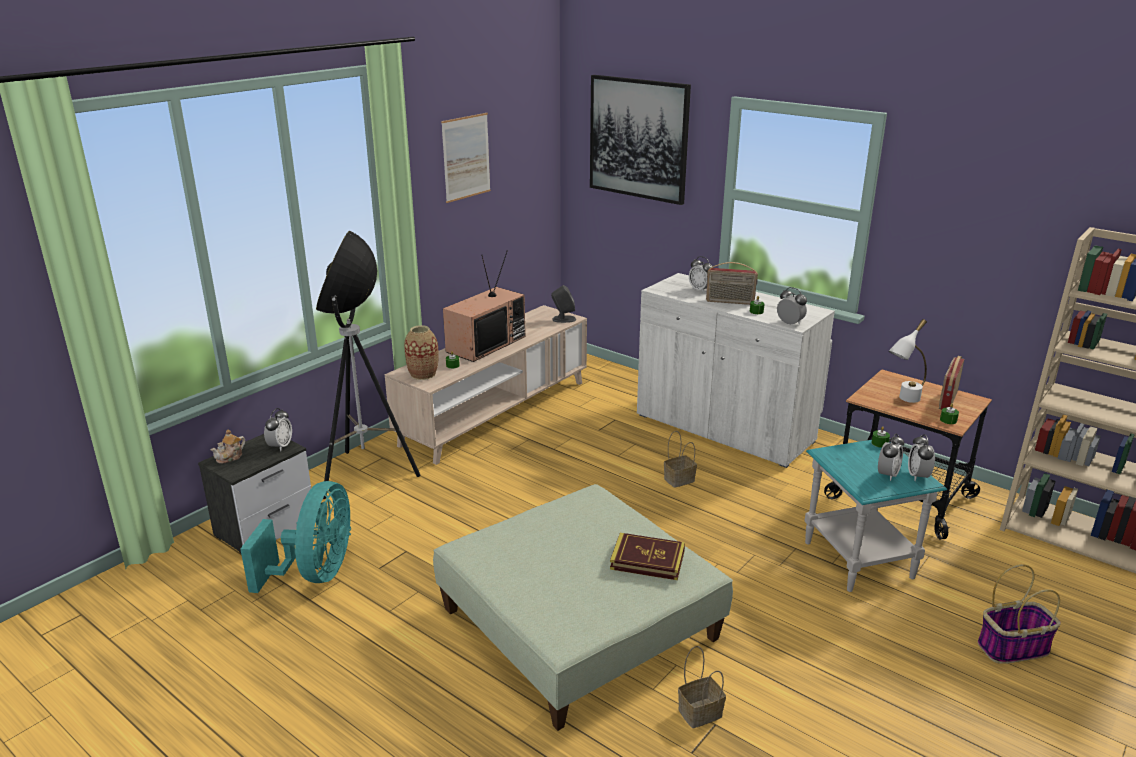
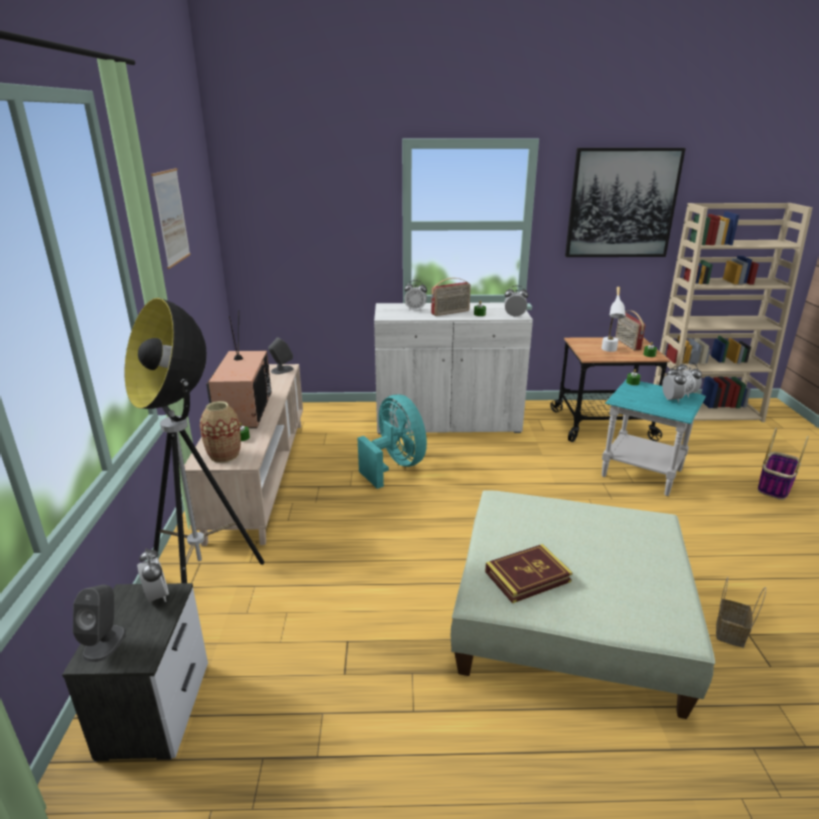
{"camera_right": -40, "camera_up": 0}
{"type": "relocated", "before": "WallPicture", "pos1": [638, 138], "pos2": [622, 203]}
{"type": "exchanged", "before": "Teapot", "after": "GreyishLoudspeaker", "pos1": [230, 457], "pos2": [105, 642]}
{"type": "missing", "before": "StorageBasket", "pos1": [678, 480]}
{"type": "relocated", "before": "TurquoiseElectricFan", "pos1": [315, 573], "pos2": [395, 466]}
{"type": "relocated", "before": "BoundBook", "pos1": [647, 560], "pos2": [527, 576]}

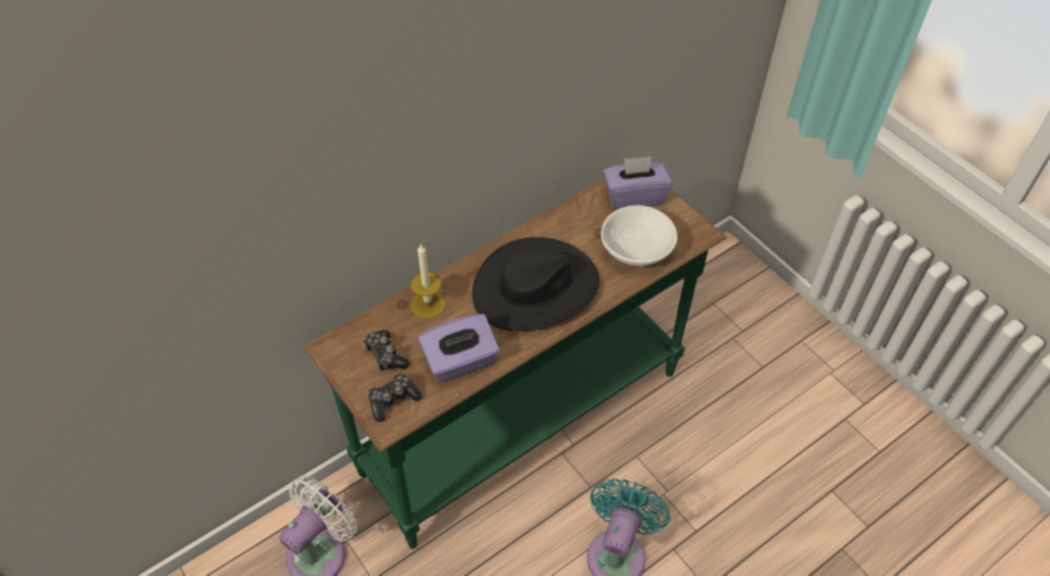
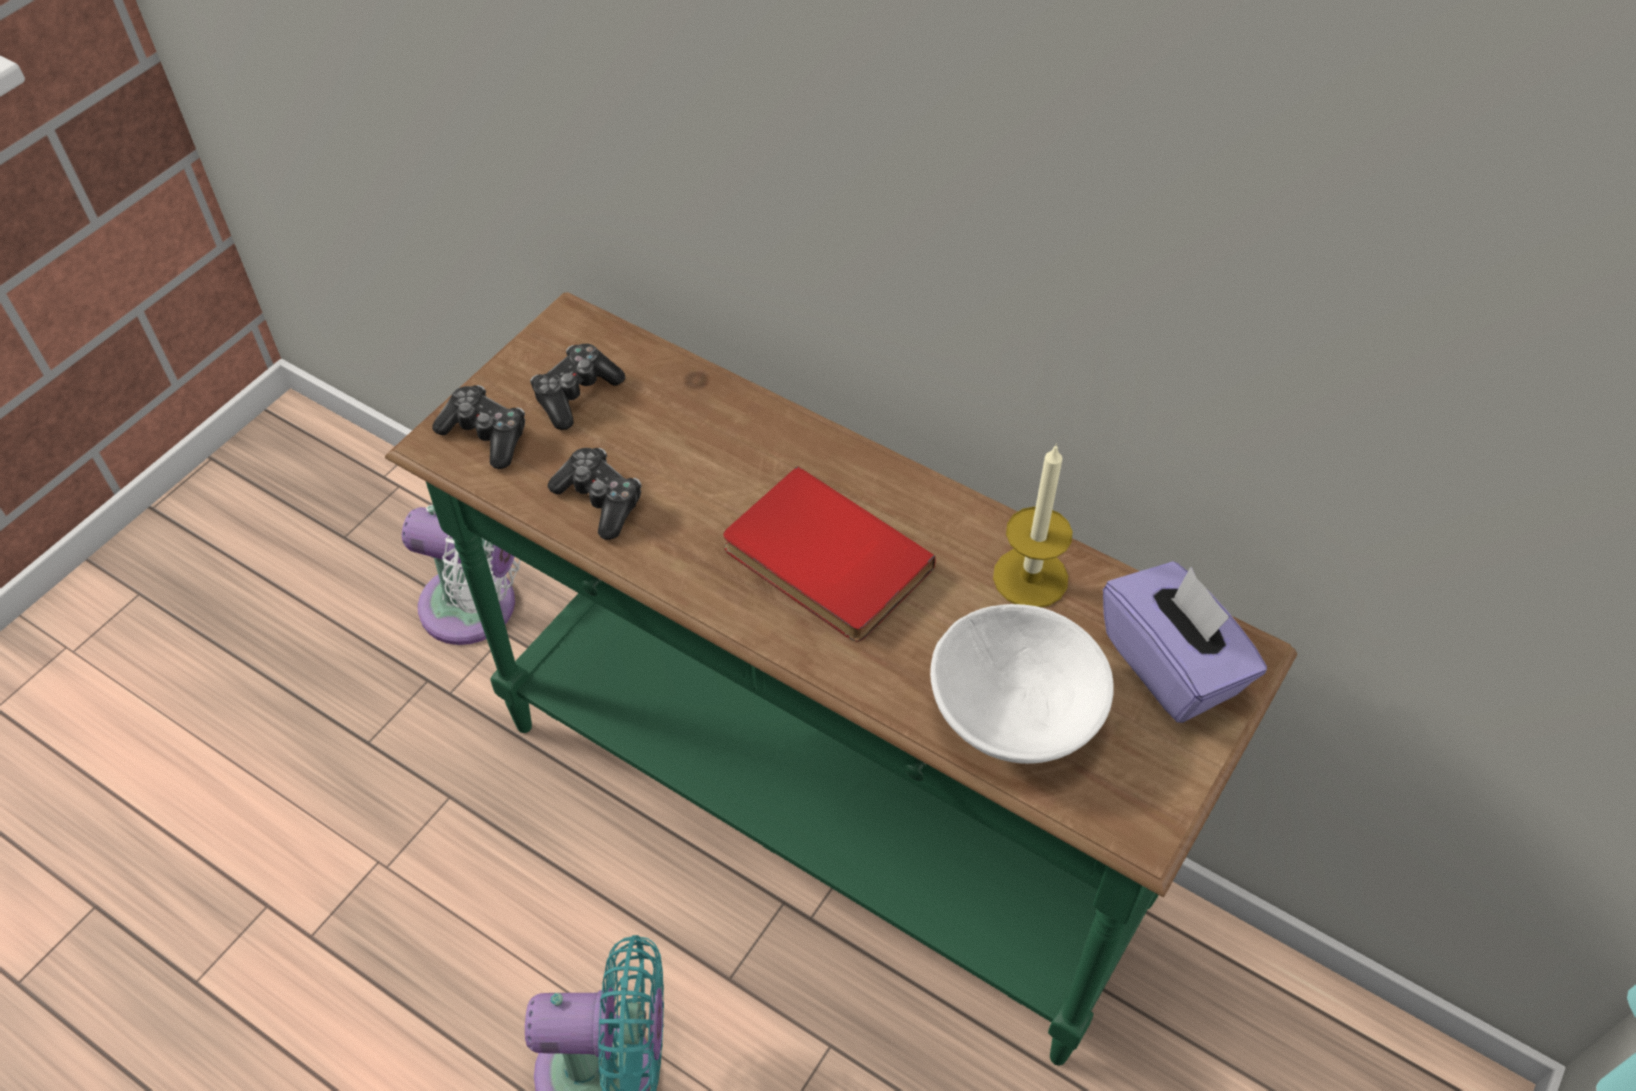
{"camera_right": 70, "camera_up": 0}
{"type": "exchanged", "before": "BlackishHat", "after": "RedBoundBook", "pos1": [536, 288], "pos2": [822, 562]}
{"type": "relocated", "before": "WaxLight", "pos1": [428, 304], "pos2": [1030, 577]}
{"type": "exchanged", "before": "PurplishBoxOfTissues", "after": "GameController", "pos1": [460, 361], "pos2": [600, 500]}

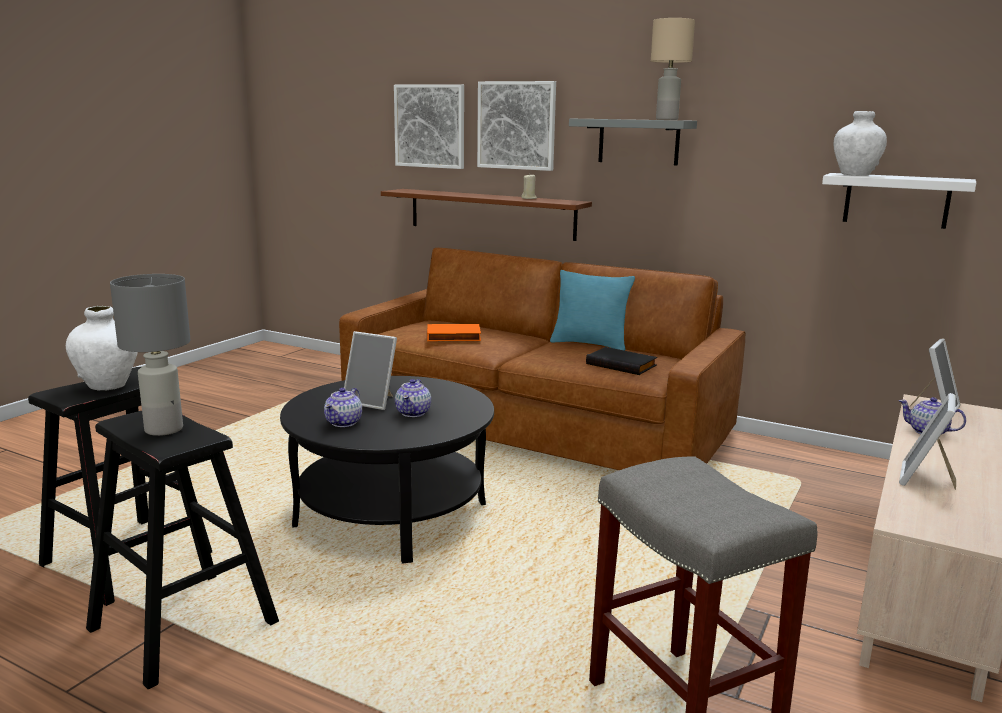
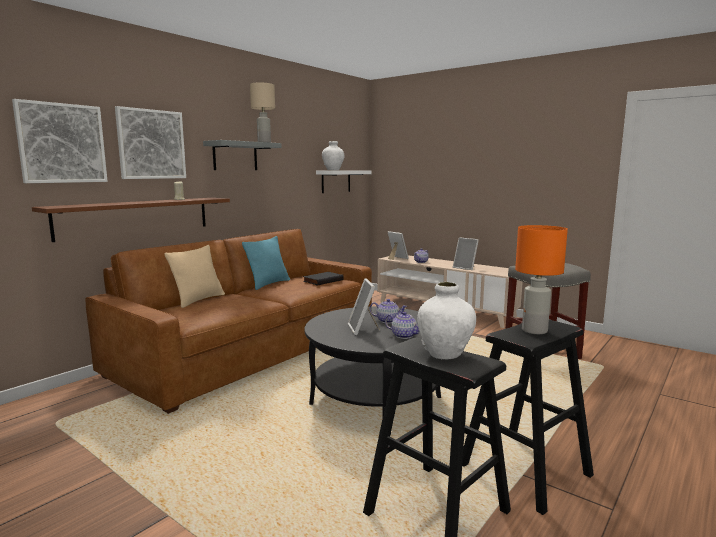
{"camera_right": -80, "camera_up": -5}
{"type": "colour", "before": "GreyishTableLamp", "after": "OrangeColouredTableLamp", "pos1": [163, 429], "pos2": [534, 331]}
{"type": "missing", "before": "OrangeColouredBoundBook", "pos1": [453, 337]}
{"type": "spun", "before": "PhotoFrame", "pos1": [372, 401], "pos2": [363, 329], "turn": 135}
{"type": "appeared", "after": "SandColouredCushion", "pos2": [198, 300]}

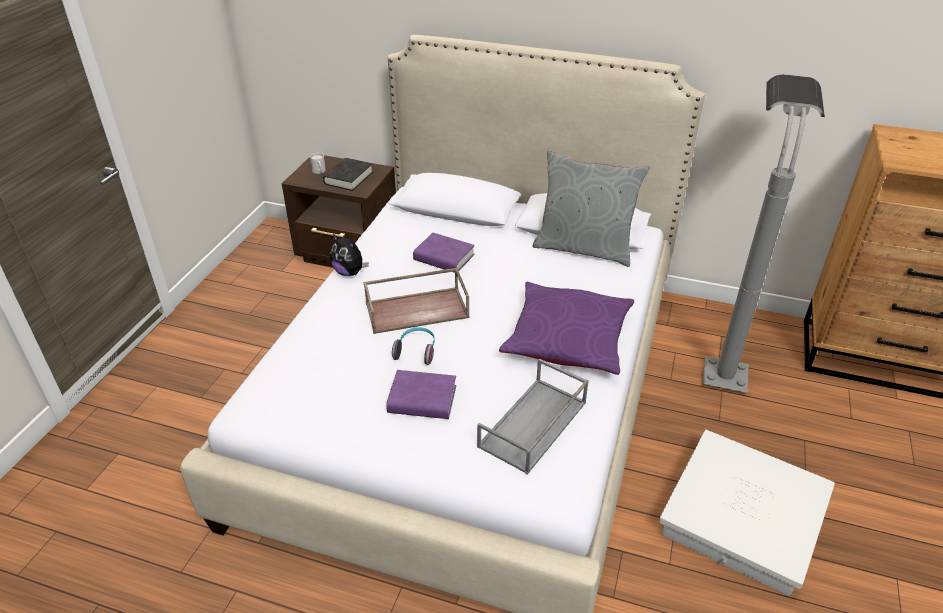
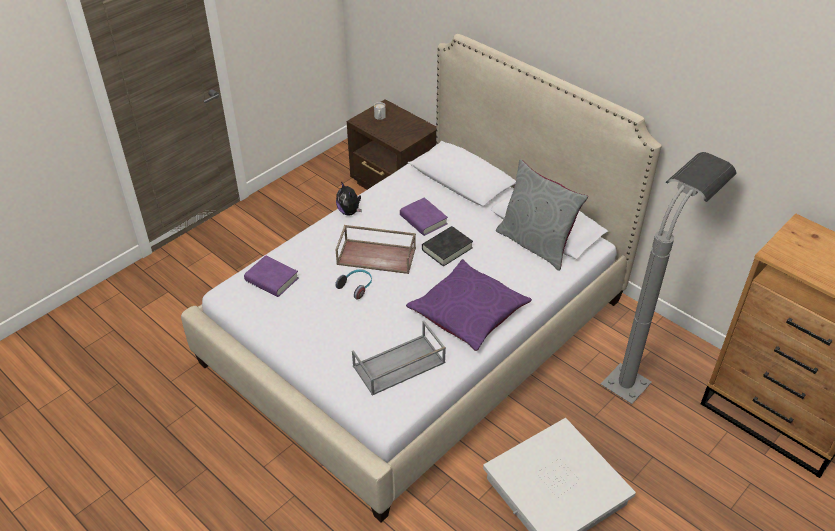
{"camera_right": 25, "camera_up": 5}
{"type": "relocated", "before": "BlackishBoundBook", "pos1": [348, 178], "pos2": [447, 249]}
{"type": "relocated", "before": "PurplishBoundBook", "pos1": [422, 400], "pos2": [271, 280]}

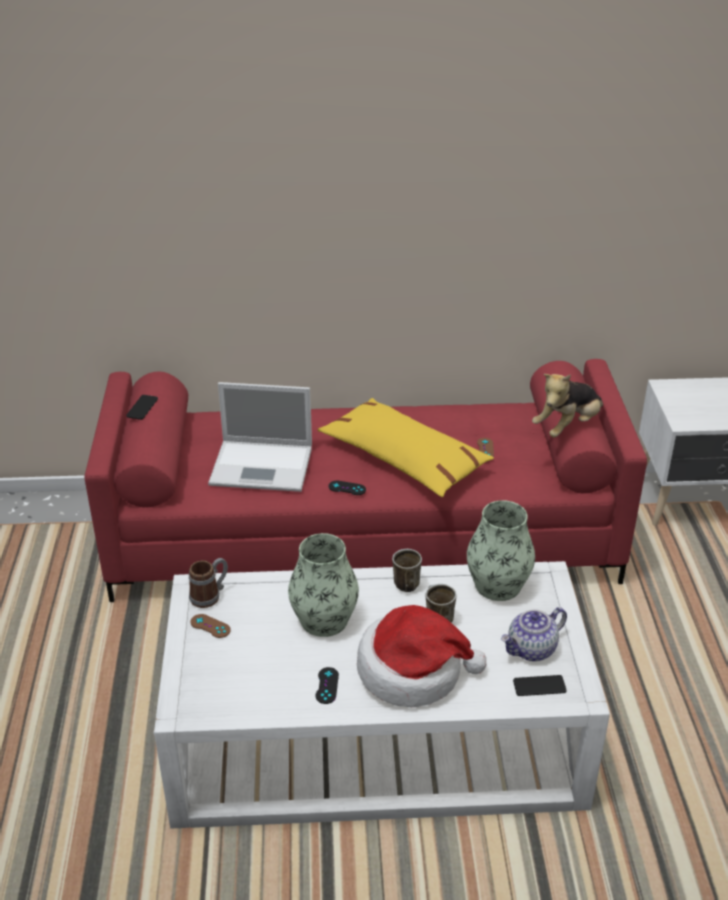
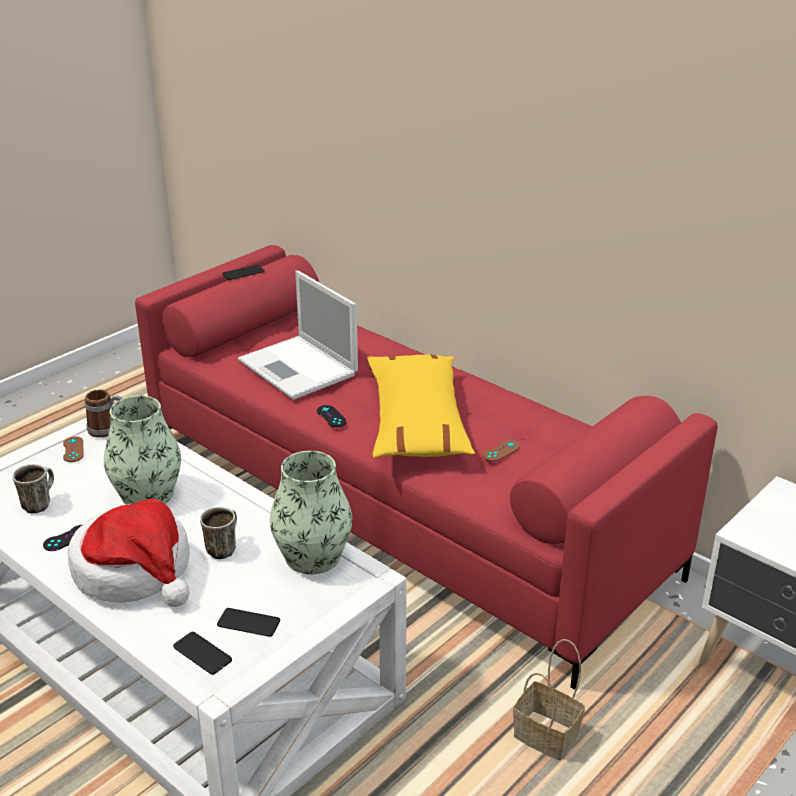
{"camera_right": 45, "camera_up": -5}
{"type": "missing", "before": "PlushToy", "pos1": [567, 426]}
{"type": "relocated", "before": "Mug", "pos1": [403, 582], "pos2": [39, 503]}
{"type": "exchanged", "before": "Teapot", "after": "Handset", "pos1": [531, 649], "pos2": [248, 623]}
{"type": "appeared", "after": "StorageBasket", "pos2": [548, 736]}

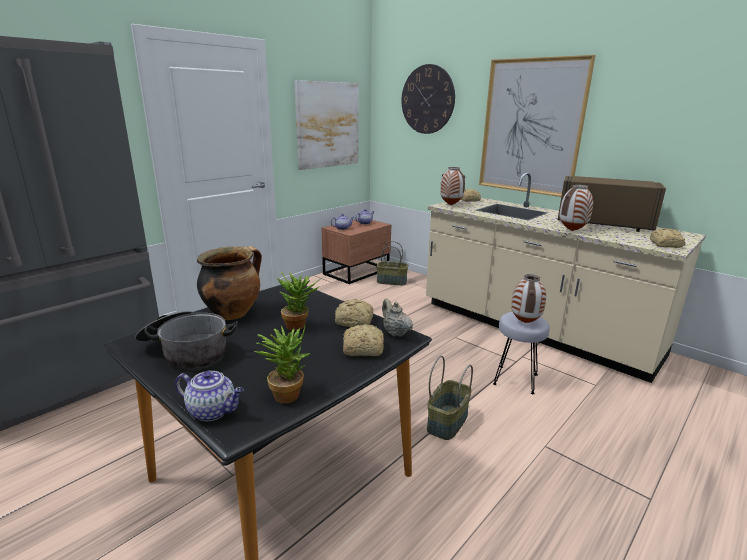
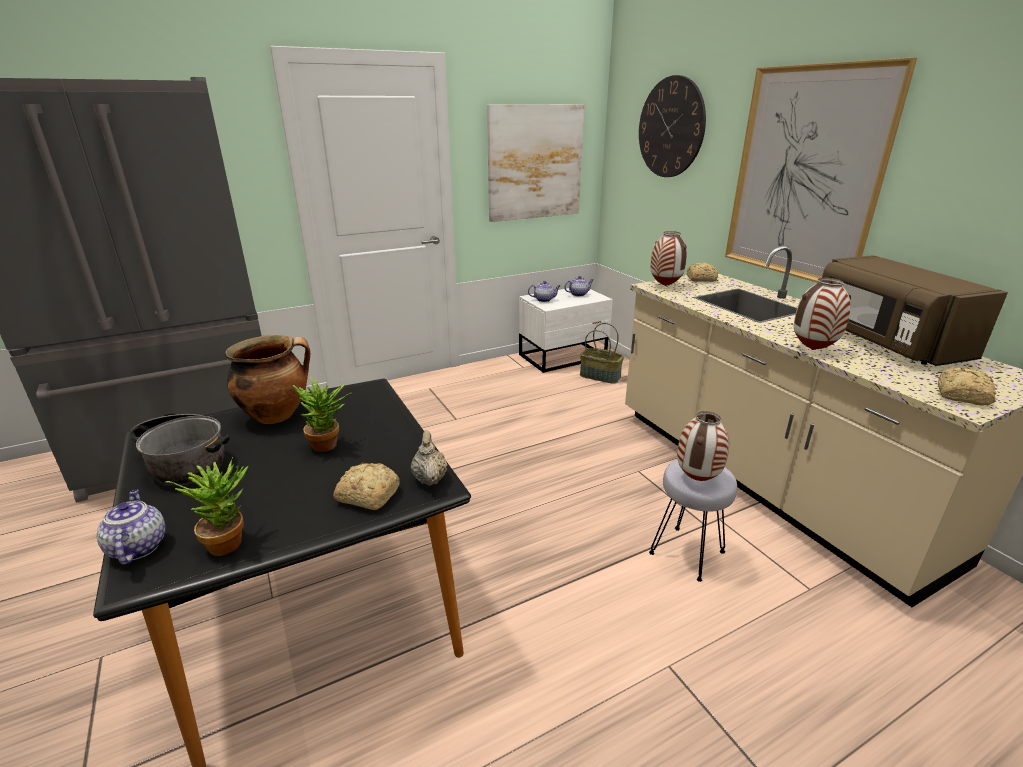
{"camera_right": 20, "camera_up": 5}
{"type": "spun", "before": "BrownKitchenMicrowave", "pos1": [603, 224], "pos2": [884, 341], "turn": -150}
{"type": "colour", "before": "BrownBedsideTable", "after": "WhitishBedsideTable", "pos1": [358, 272], "pos2": [564, 357]}
{"type": "missing", "before": "BakedBread", "pos1": [355, 321]}
{"type": "missing", "before": "StorageBasket", "pos1": [447, 421]}
{"type": "spun", "before": "Teapot", "pos1": [213, 411], "pos2": [138, 547], "turn": -150}

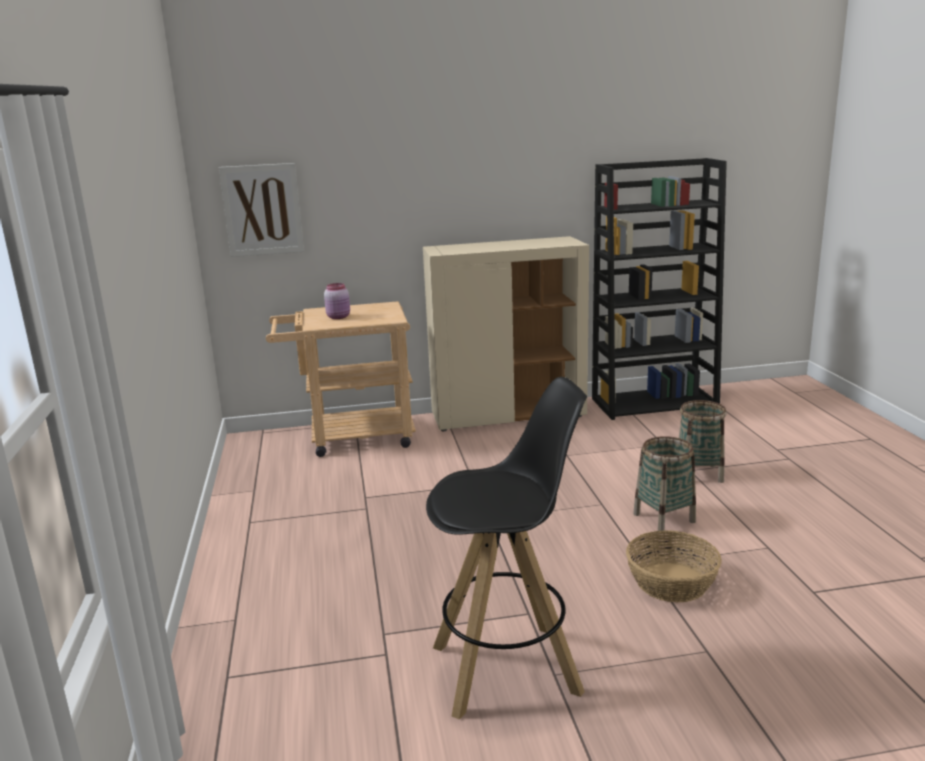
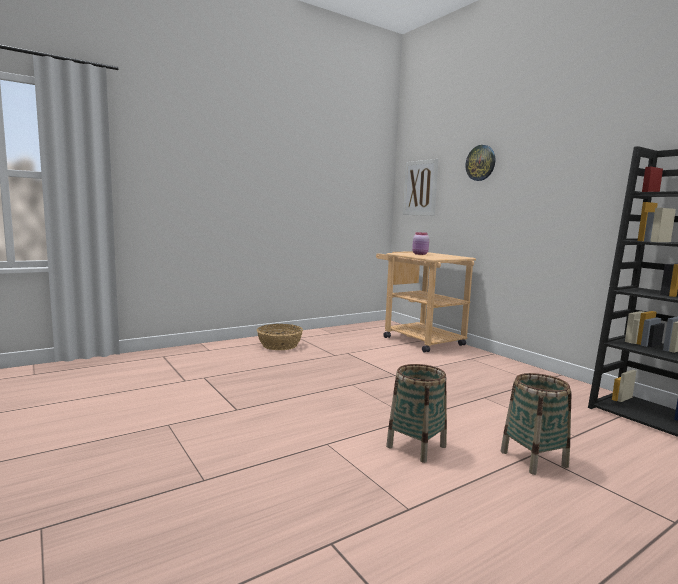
{"camera_right": 65, "camera_up": -10}
{"type": "missing", "before": "SandColouredCabinet", "pos1": [508, 415]}
{"type": "missing", "before": "BlackishStool", "pos1": [508, 669]}
{"type": "relocated", "before": "StorageBasket", "pos1": [672, 582], "pos2": [280, 345]}
{"type": "appeared", "after": "WallClock", "pos2": [480, 163]}

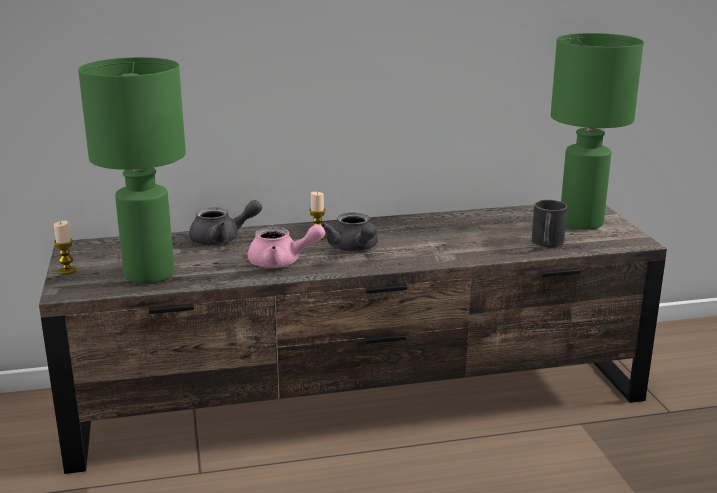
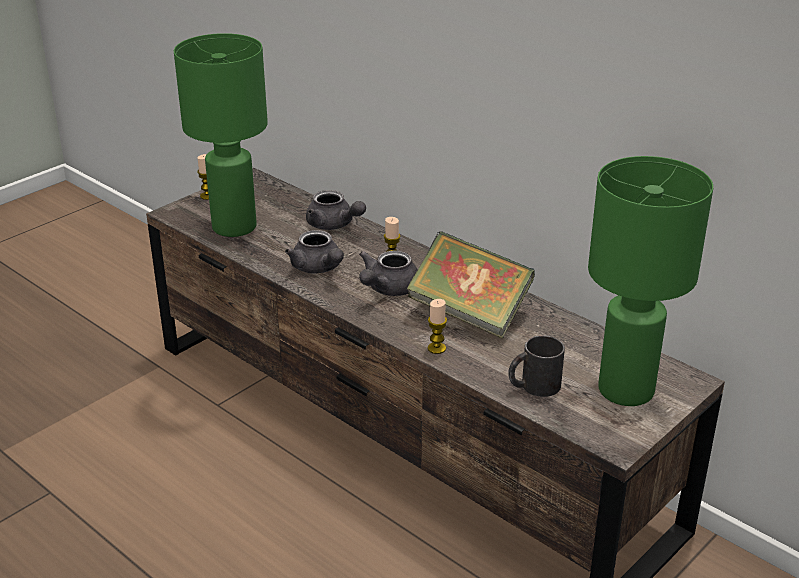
{"camera_right": 55, "camera_up": 10}
{"type": "colour", "before": "PinkTeapot", "after": "GreyishTeapot", "pos1": [282, 262], "pos2": [319, 268]}
{"type": "appeared", "after": "BoundBook", "pos2": [469, 313]}
{"type": "appeared", "after": "WaxLight", "pos2": [436, 348]}

